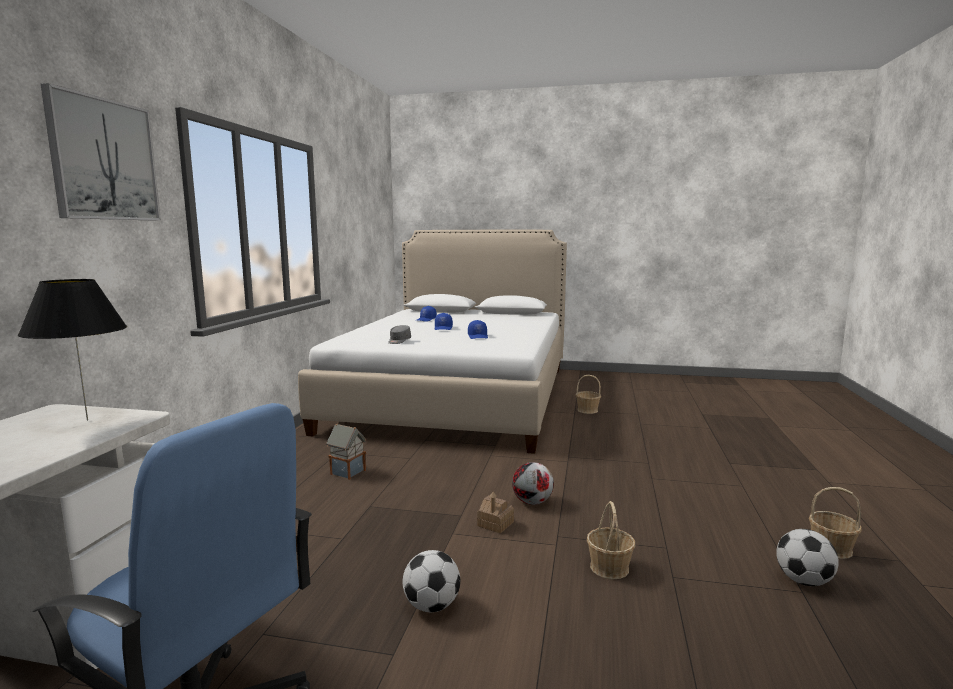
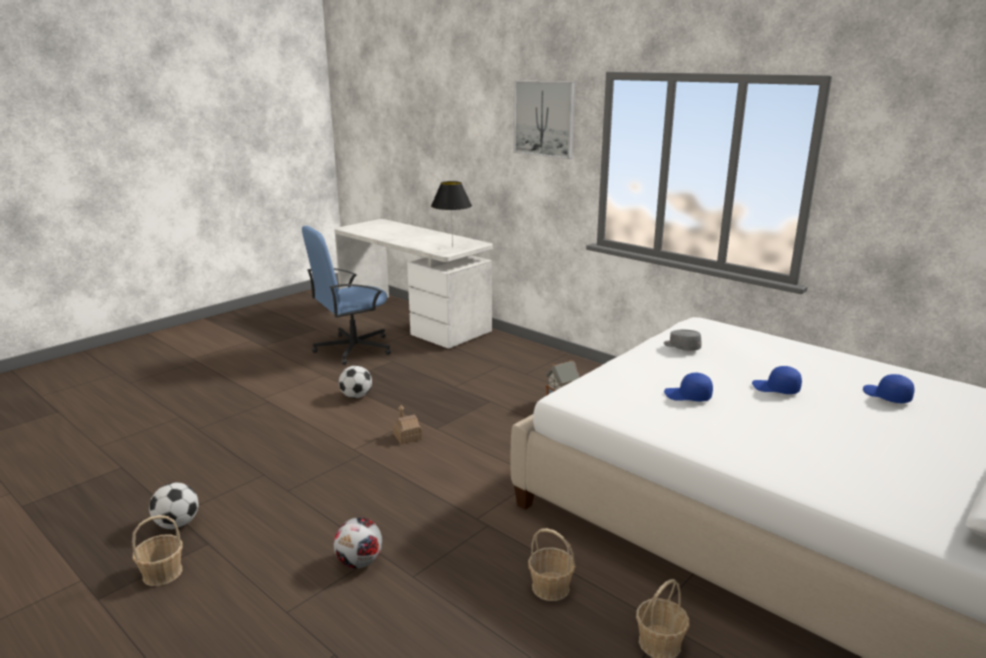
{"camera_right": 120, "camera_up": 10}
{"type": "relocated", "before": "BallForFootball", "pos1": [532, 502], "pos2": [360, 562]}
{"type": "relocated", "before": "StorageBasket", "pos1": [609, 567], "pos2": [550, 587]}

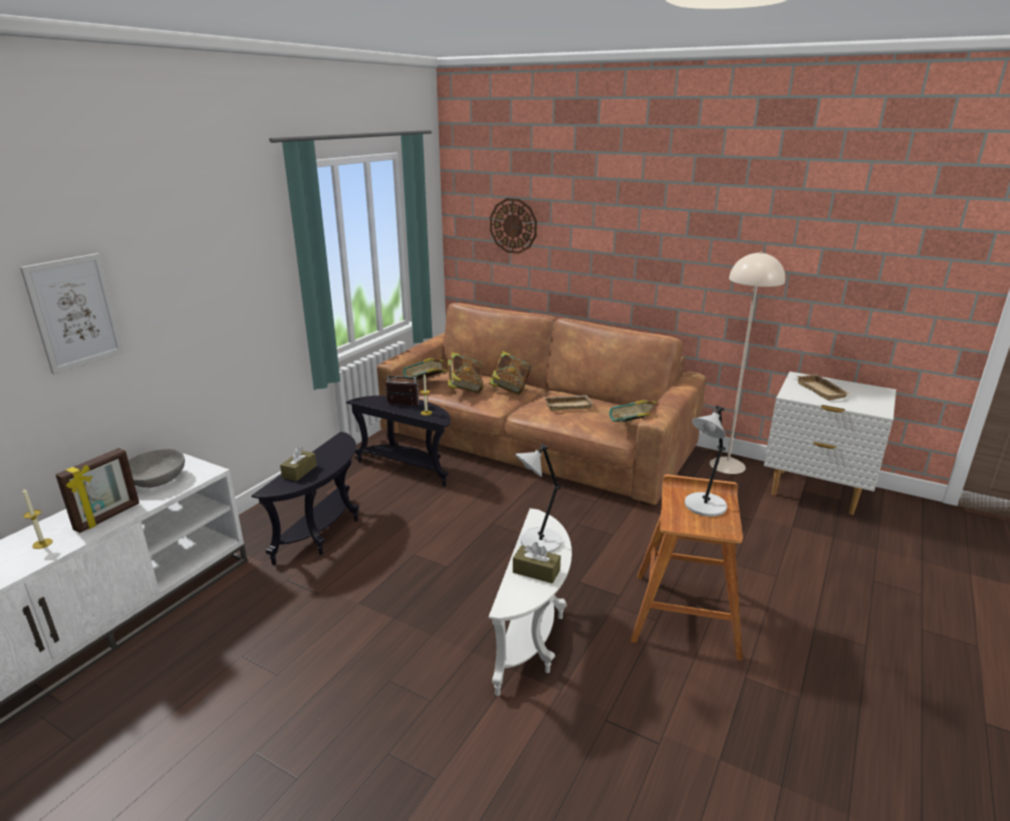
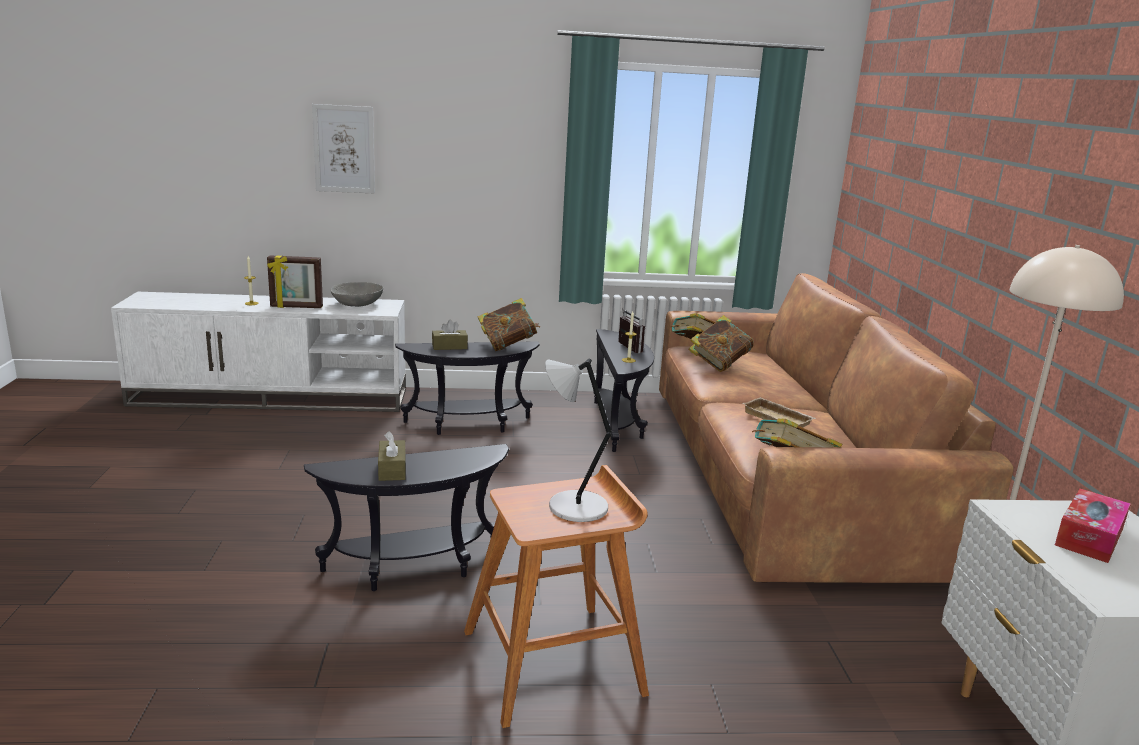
{"camera_right": 55, "camera_up": -5}
{"type": "missing", "before": "WallClock", "pos1": [513, 226]}
{"type": "relocated", "before": "BoundBook", "pos1": [510, 388], "pos2": [508, 345]}
{"type": "exchanged", "before": "SandColouredTray", "after": "BoxOfTissues", "pos1": [823, 391], "pos2": [1089, 537]}
{"type": "missing", "before": "GreyishTableLamp", "pos1": [538, 542]}
{"type": "colour", "before": "WhitishAccentTable", "after": "BlackishAccentTable", "pos1": [533, 639], "pos2": [415, 569]}

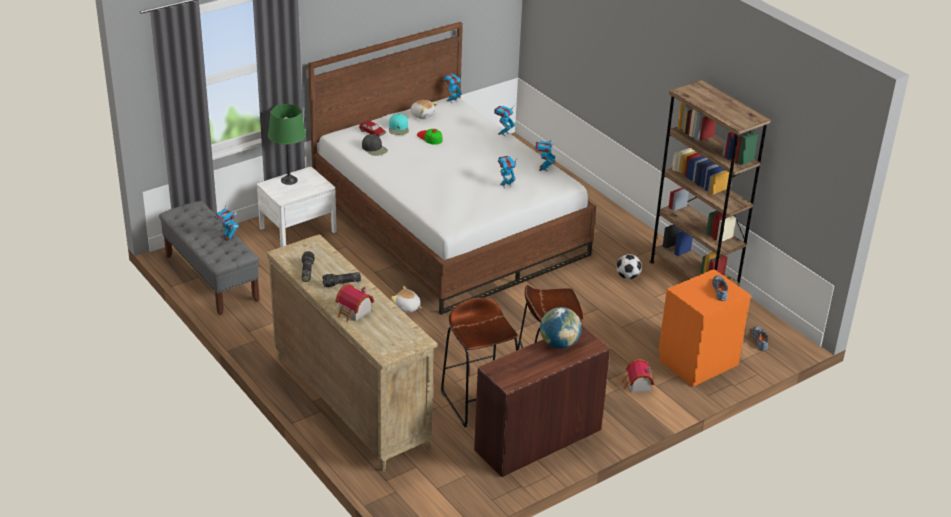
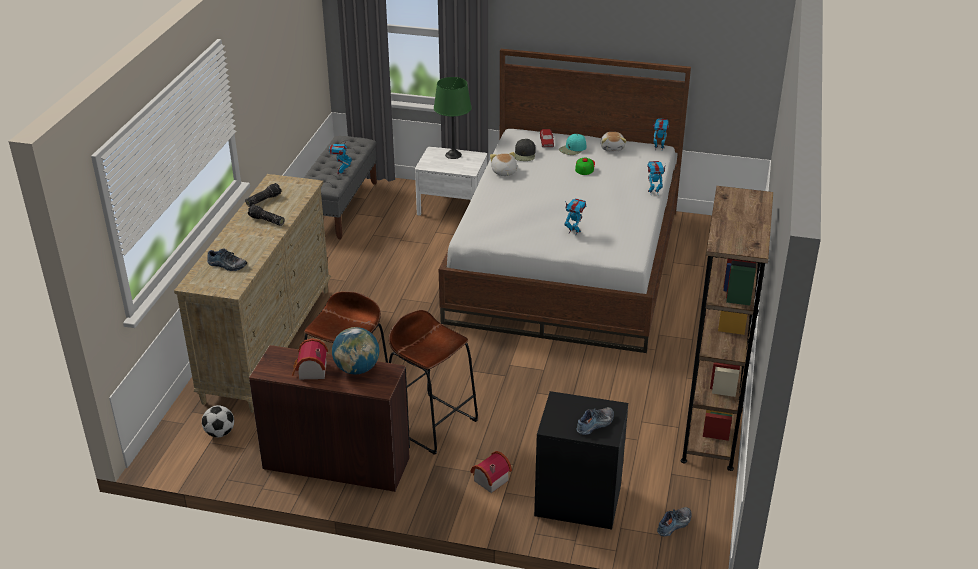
{"camera_right": 50, "camera_up": 0}
{"type": "missing", "before": "RobotFigure", "pos1": [543, 168]}
{"type": "relocated", "before": "BallForFootball", "pos1": [627, 277], "pos2": [220, 433]}
{"type": "colour", "before": "OrangeColouredBedsideTable", "after": "BlackishBedsideTable", "pos1": [697, 362], "pos2": [578, 499]}
{"type": "relocated", "before": "ToyHouse", "pos1": [354, 313], "pos2": [310, 371]}
{"type": "relocated", "before": "PlushToy", "pos1": [407, 307], "pos2": [504, 172]}
{"type": "appeared", "after": "LowShoe", "pos2": [226, 265]}

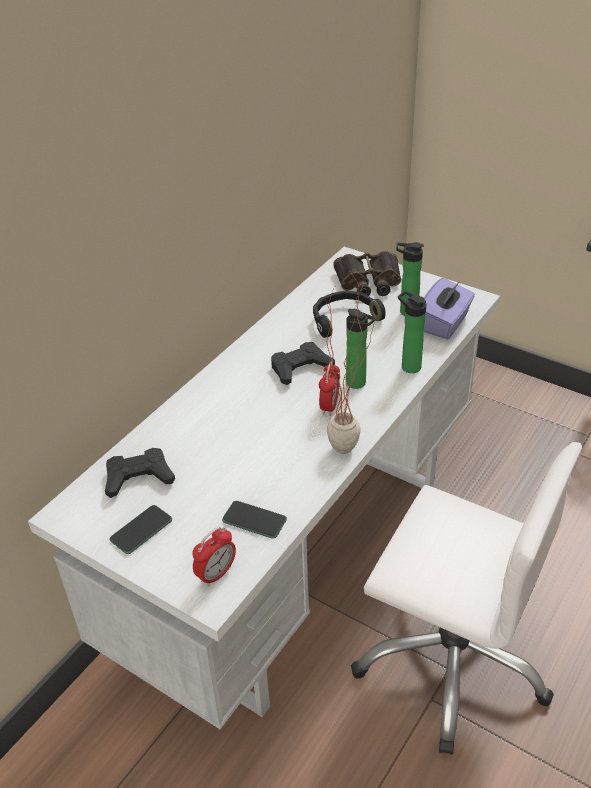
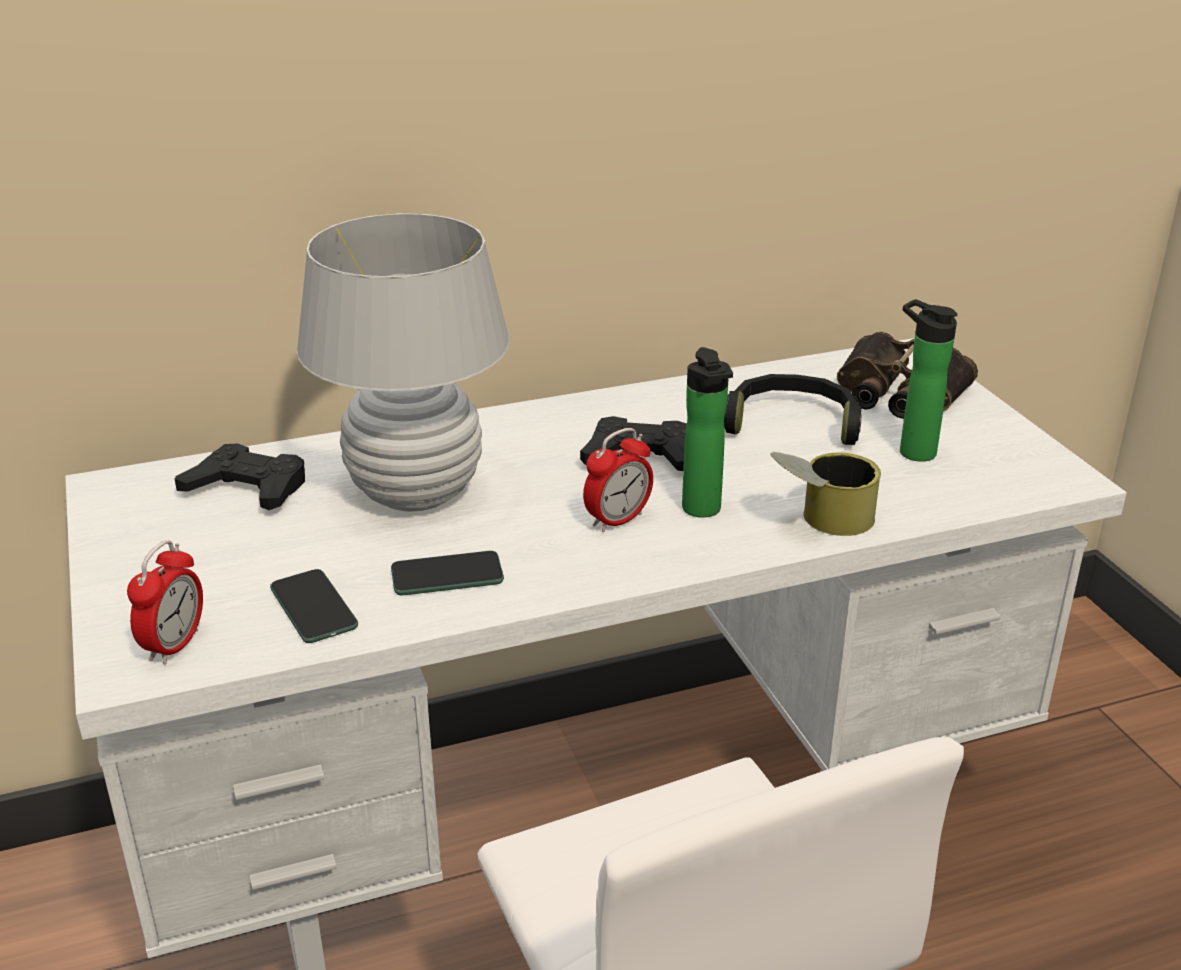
{"camera_right": 35, "camera_up": -10}
{"type": "missing", "before": "PottedPlant", "pos1": [351, 444]}
{"type": "missing", "before": "PurplishBoxOfTissues", "pos1": [444, 323]}
{"type": "exchanged", "before": "BeverageBottle", "after": "MetalCan", "pos1": [408, 366], "pos2": [819, 522]}
{"type": "relocated", "before": "Handset", "pos1": [141, 530], "pos2": [447, 575]}
{"type": "spun", "before": "BedsideClock", "pos1": [216, 574], "pos2": [174, 645], "turn": -60}
{"type": "appeared", "after": "WhitishTableLamp", "pos2": [416, 492]}

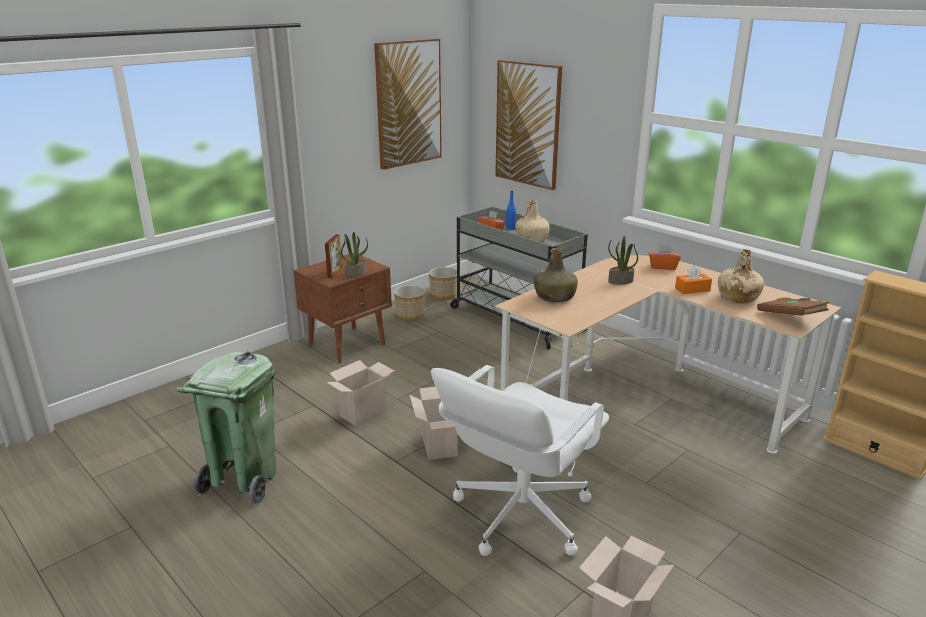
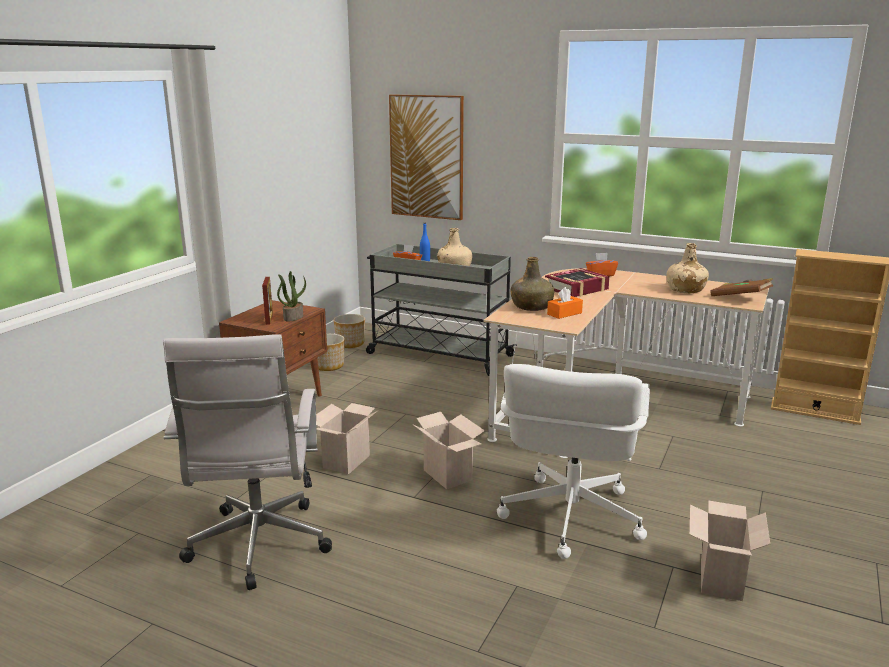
{"camera_right": -20, "camera_up": -5}
{"type": "missing", "before": "WallPicture", "pos1": [408, 103]}
{"type": "exchanged", "before": "PottedPlant", "after": "BoundBook", "pos1": [620, 281], "pos2": [576, 289]}
{"type": "relocated", "before": "OrangeColouredBoxOfTissues", "pos1": [692, 289], "pos2": [564, 313]}
{"type": "exchanged", "before": "GreenTrashCan", "after": "WhitishComputerChair", "pos1": [244, 480], "pos2": [258, 548]}

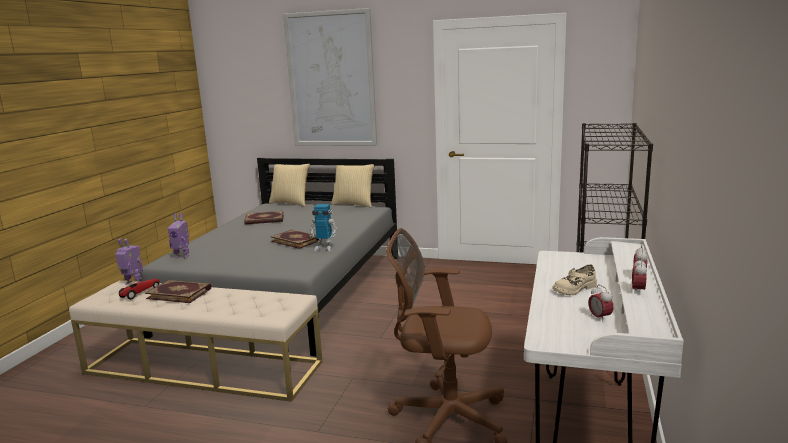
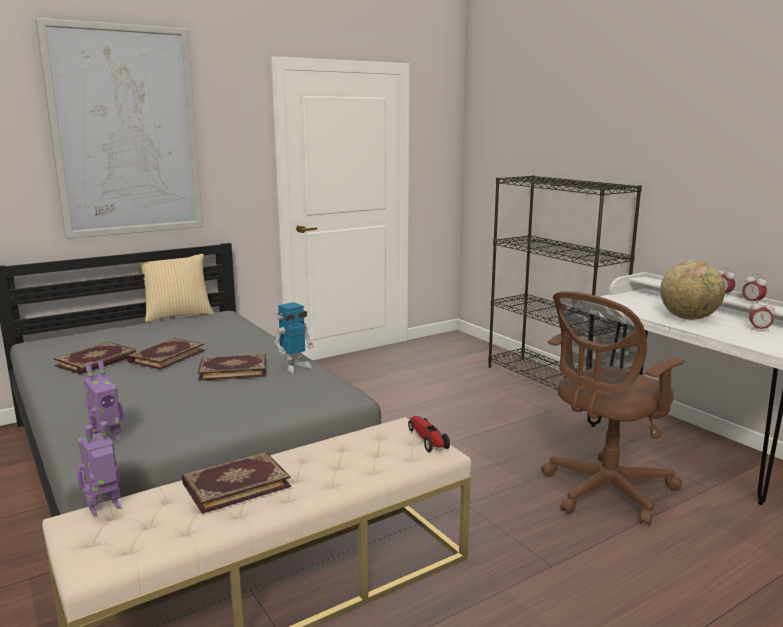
{"camera_right": -50, "camera_up": 0}
{"type": "missing", "before": "Cushion", "pos1": [291, 203]}
{"type": "exchanged", "before": "SandColouredLowShoe", "after": "DeskGlobe", "pos1": [574, 289], "pos2": [688, 318]}
{"type": "relocated", "before": "ModelCar", "pos1": [140, 293], "pos2": [427, 440]}
{"type": "appeared", "after": "BoundBook", "pos2": [166, 356]}

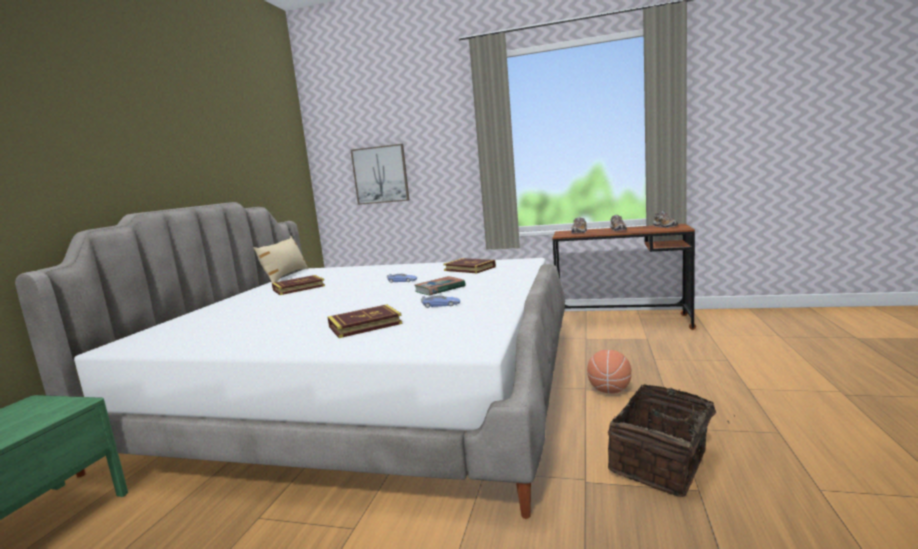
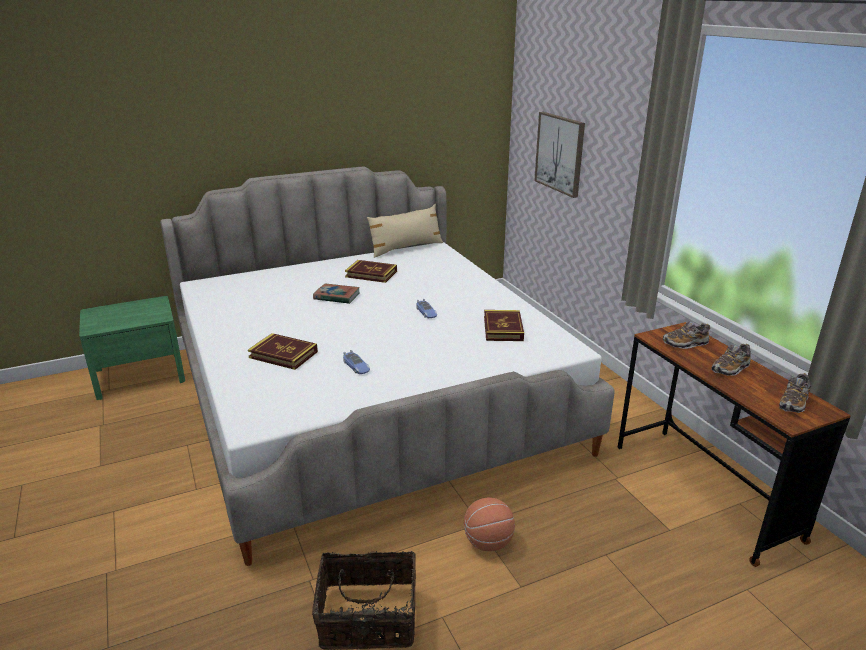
{"camera_right": 50, "camera_up": 15}
{"type": "relocated", "before": "BoundBook", "pos1": [440, 289], "pos2": [336, 296]}

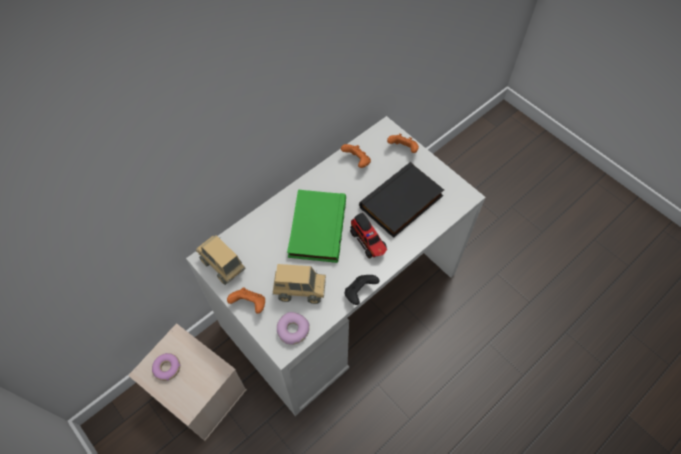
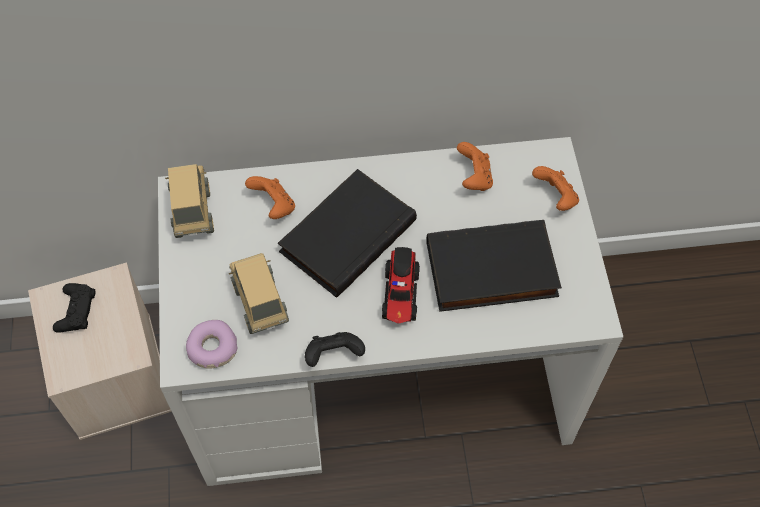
{"camera_right": 35, "camera_up": 0}
{"type": "colour", "before": "GreenBoundBook", "after": "BlackishBoundBook", "pos1": [315, 227], "pos2": [346, 234]}
{"type": "spun", "before": "ModelTruck", "pos1": [300, 291], "pos2": [260, 304], "turn": -150}
{"type": "relocated", "before": "OrangeColouredGameController", "pos1": [250, 304], "pos2": [274, 206]}
{"type": "exchanged", "before": "Doughnut", "after": "BlackishGameController", "pos1": [167, 368], "pos2": [76, 310]}

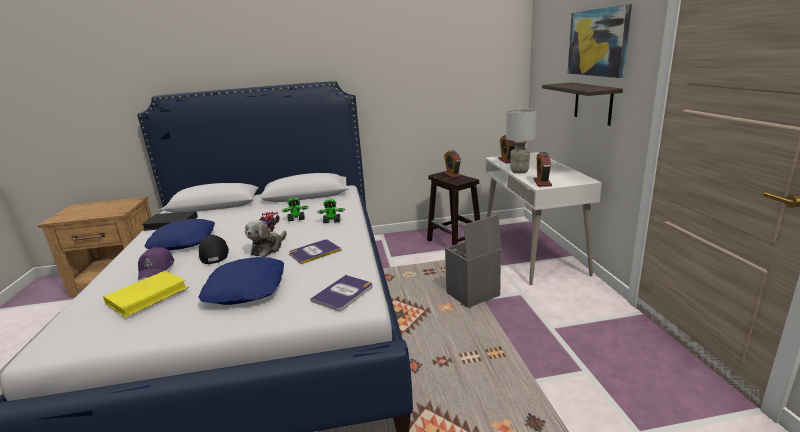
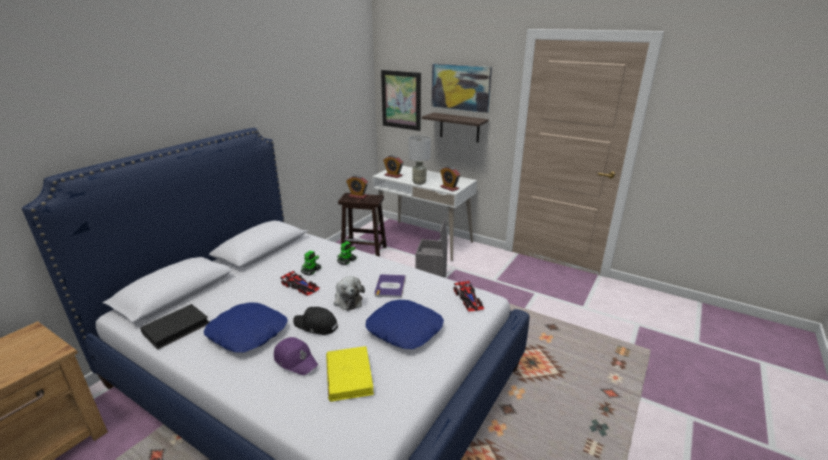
{"camera_right": -50, "camera_up": 5}
{"type": "exchanged", "before": "BoundBook", "after": "ModelCar", "pos1": [343, 293], "pos2": [468, 299]}
{"type": "appeared", "after": "WallPicture", "pos2": [401, 100]}

